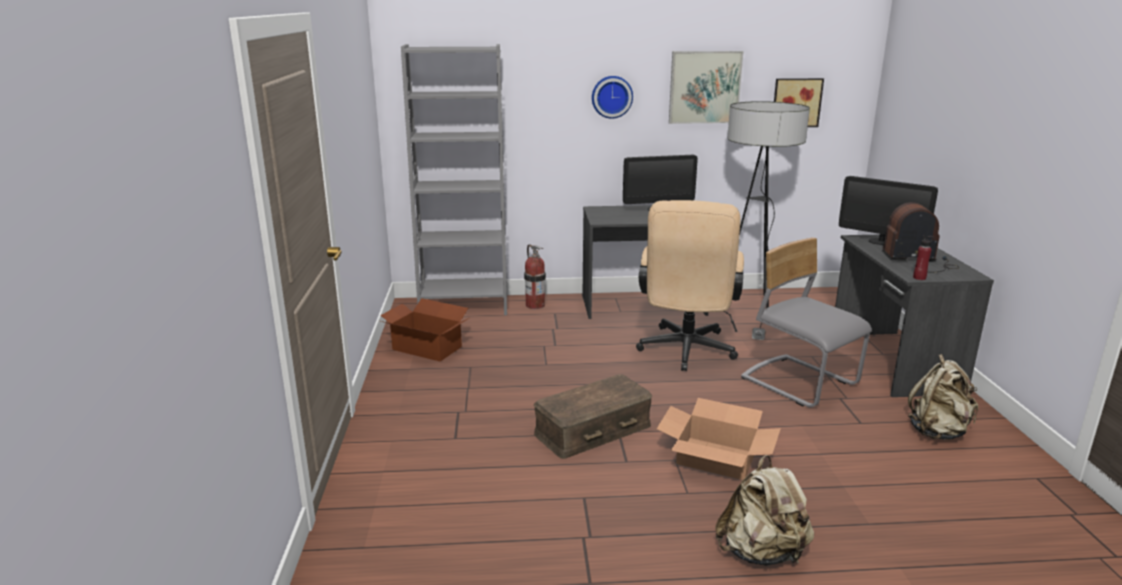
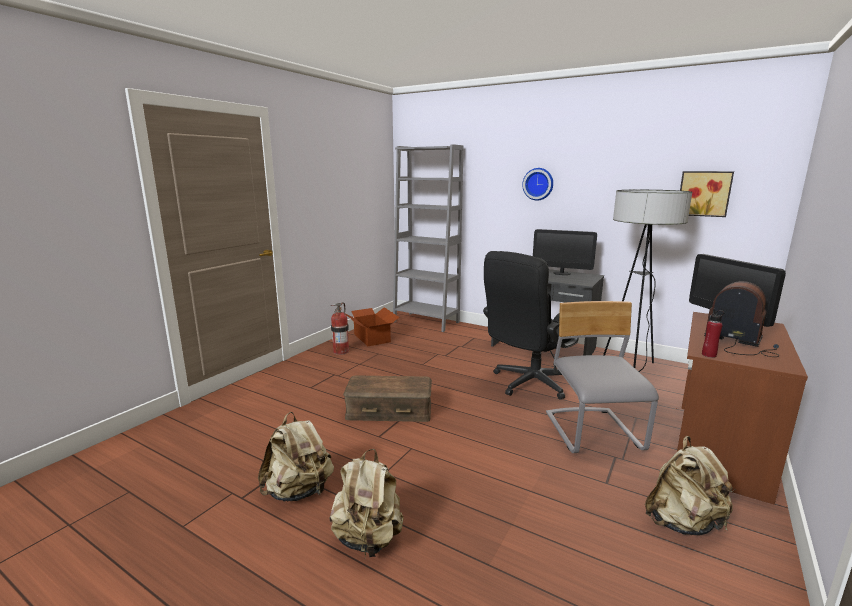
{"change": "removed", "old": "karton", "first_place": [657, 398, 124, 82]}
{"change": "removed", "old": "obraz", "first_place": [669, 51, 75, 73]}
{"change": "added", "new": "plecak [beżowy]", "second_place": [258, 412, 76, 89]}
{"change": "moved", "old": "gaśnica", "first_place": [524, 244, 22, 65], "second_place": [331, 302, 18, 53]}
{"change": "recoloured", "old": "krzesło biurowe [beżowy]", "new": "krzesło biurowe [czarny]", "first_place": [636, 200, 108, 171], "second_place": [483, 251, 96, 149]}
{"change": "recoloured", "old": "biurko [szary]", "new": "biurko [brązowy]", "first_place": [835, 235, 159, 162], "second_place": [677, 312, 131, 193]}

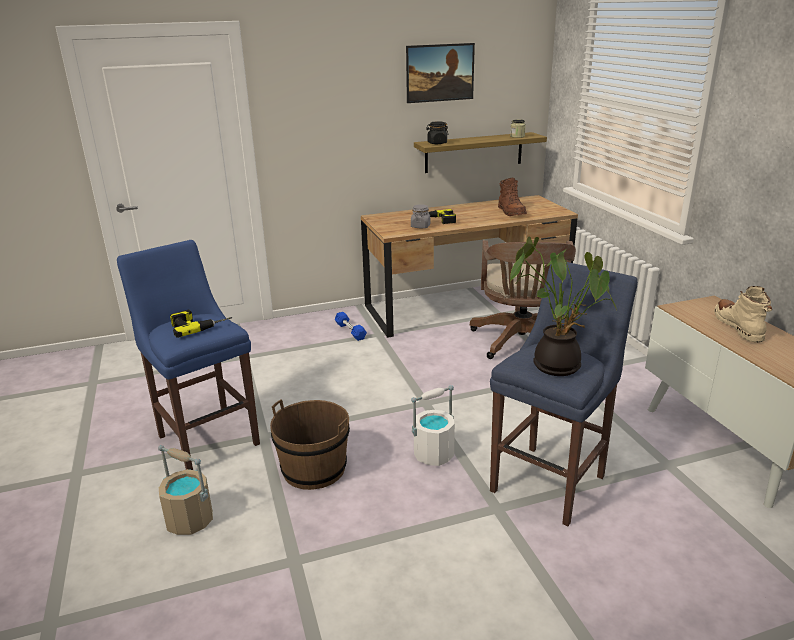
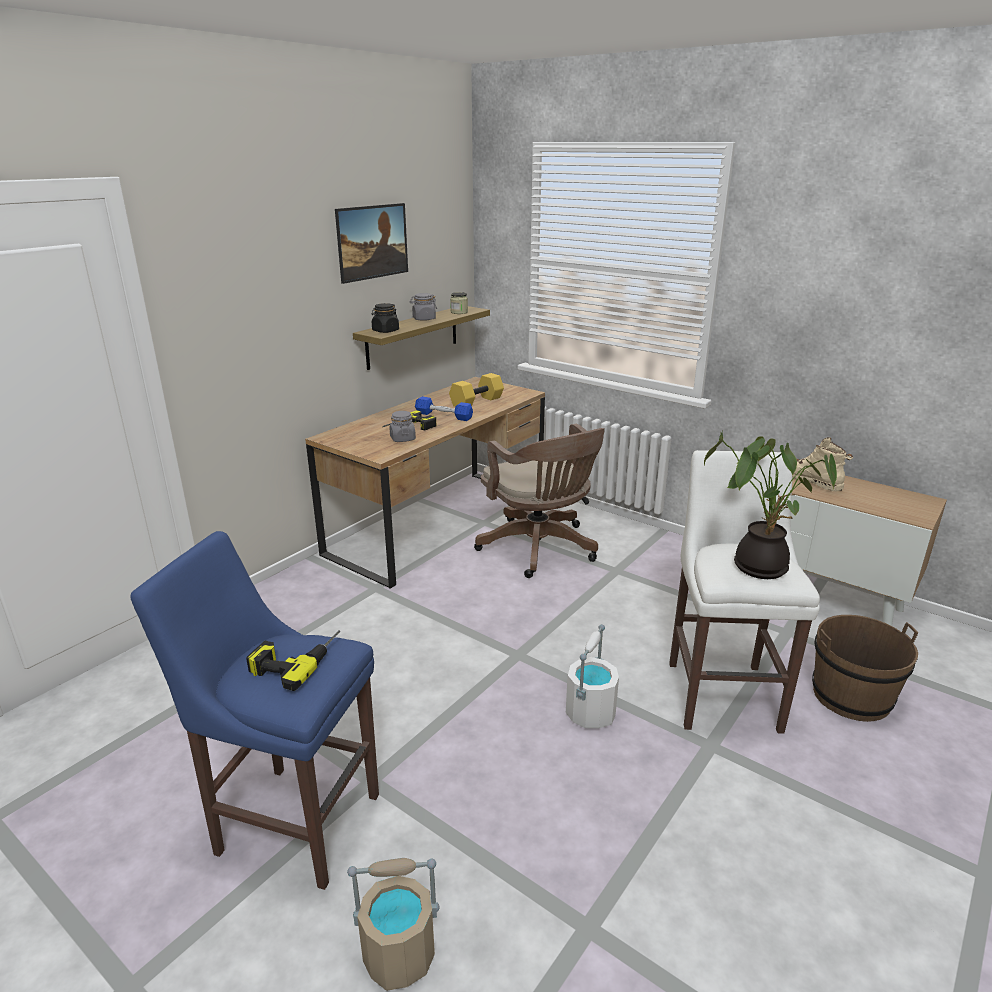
{"change": "added", "new": "słoik [szary]", "second_place": [410, 293, 27, 28]}
{"change": "moved", "old": "wiadro [brązowy]", "first_place": [270, 399, 80, 91], "second_place": [812, 615, 106, 107]}
{"change": "moved", "old": "hantel [niebieski]", "first_place": [335, 312, 32, 29], "second_place": [415, 397, 58, 24]}
{"change": "replaced", "old": "but z cholewką [brązowy]", "new": "hantel [żółty]", "first_place": [498, 178, 29, 38], "second_place": [449, 373, 55, 34]}
{"change": "recoloured", "old": "stołek [niebieski]", "new": "stołek [biały]", "first_place": [490, 262, 148, 265], "second_place": [669, 450, 151, 284]}

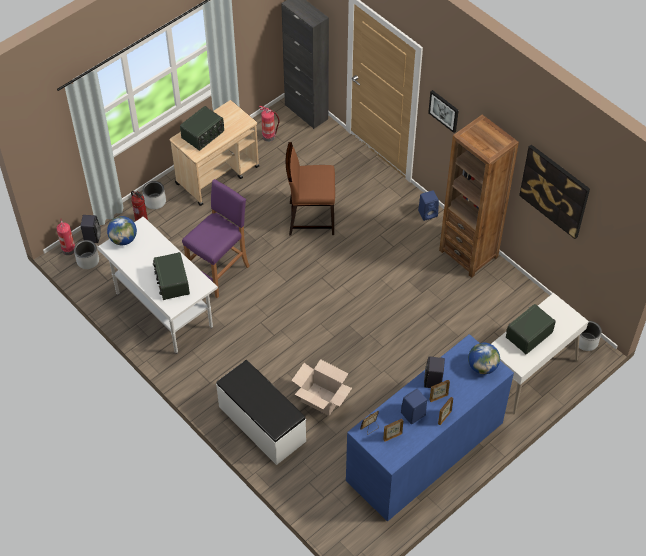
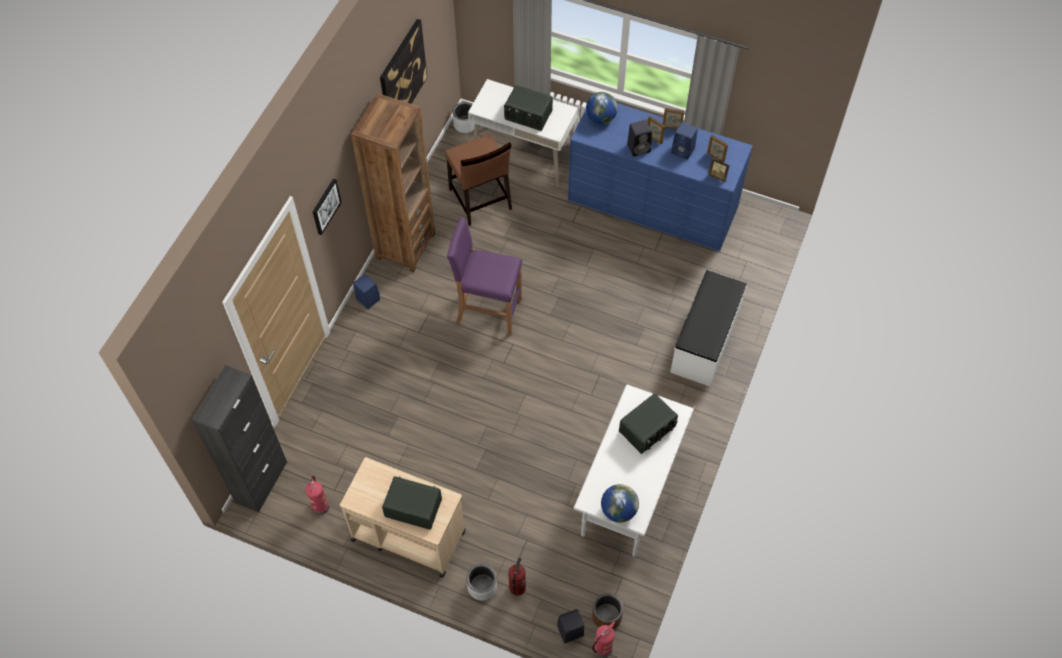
{"change": "removed", "old": "karton", "first_place": [291, 359, 61, 57]}
{"change": "moved", "old": "stołek [fioletowy]", "first_place": [182, 179, 68, 119], "second_place": [447, 217, 75, 119]}
{"change": "moved", "old": "krzesło [brązowy]", "first_place": [286, 142, 49, 93], "second_place": [445, 134, 67, 92]}
{"change": "recoloured", "old": "donica [szary]", "new": "donica [brązowy]", "first_place": [74, 240, 25, 29], "second_place": [592, 594, 31, 35]}

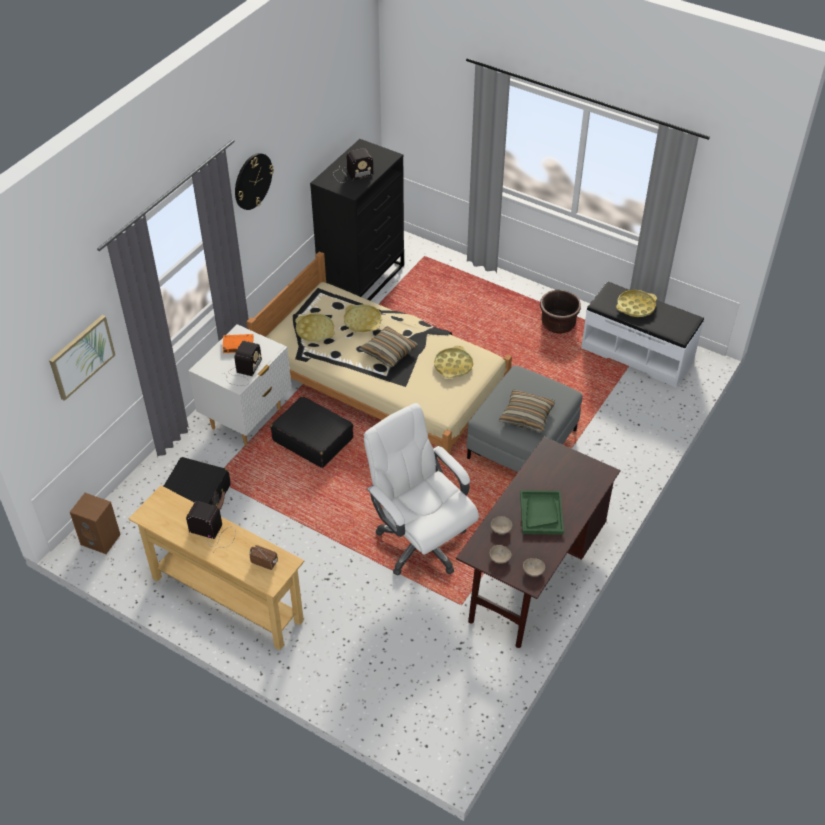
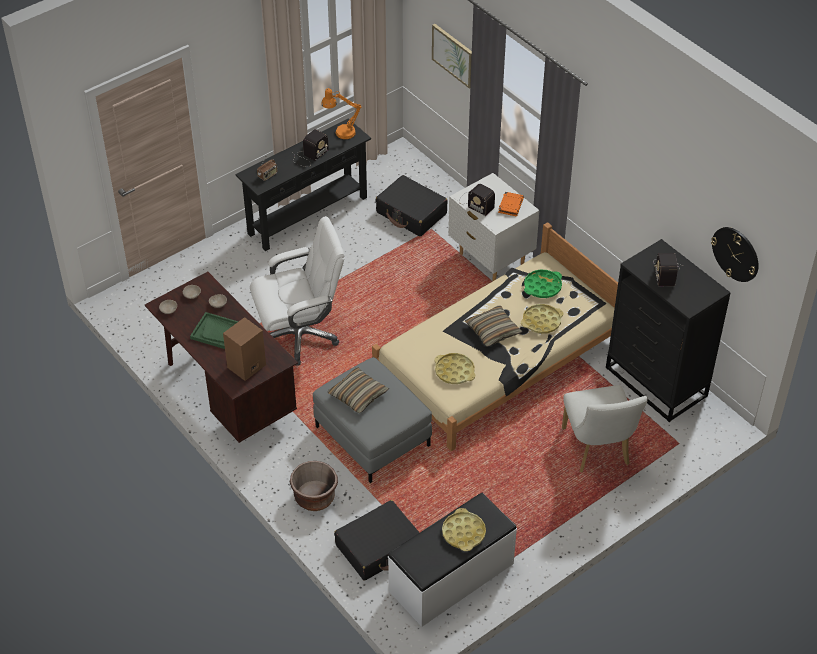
{"change": "added", "new": "lampa stołowa [pomarańczowy]", "second_place": [321, 88, 41, 51]}
{"change": "added", "new": "krzesło [biały]", "second_place": [562, 385, 86, 88]}
{"change": "moved", "old": "głośnik [brązowy]", "first_place": [70, 493, 51, 61], "second_place": [223, 317, 43, 64]}
{"change": "moved", "old": "zegar ścienny", "first_place": [235, 153, 39, 57], "second_place": [711, 227, 48, 55]}
{"change": "moved", "old": "walizka [czarny]", "first_place": [271, 396, 82, 72], "second_place": [334, 500, 86, 80]}
{"change": "moved", "old": "donica [brązowy]", "first_place": [540, 290, 41, 44], "second_place": [290, 461, 48, 50]}
{"change": "recoloured", "old": "stolik konsolowy [beżowy]", "new": "stolik konsolowy [czarny]", "first_place": [128, 485, 176, 165], "second_place": [235, 119, 136, 132]}
{"change": "recoloured", "old": "taca [żółty]", "new": "taca [zielony]", "first_place": [295, 313, 40, 29], "second_place": [524, 270, 38, 28]}

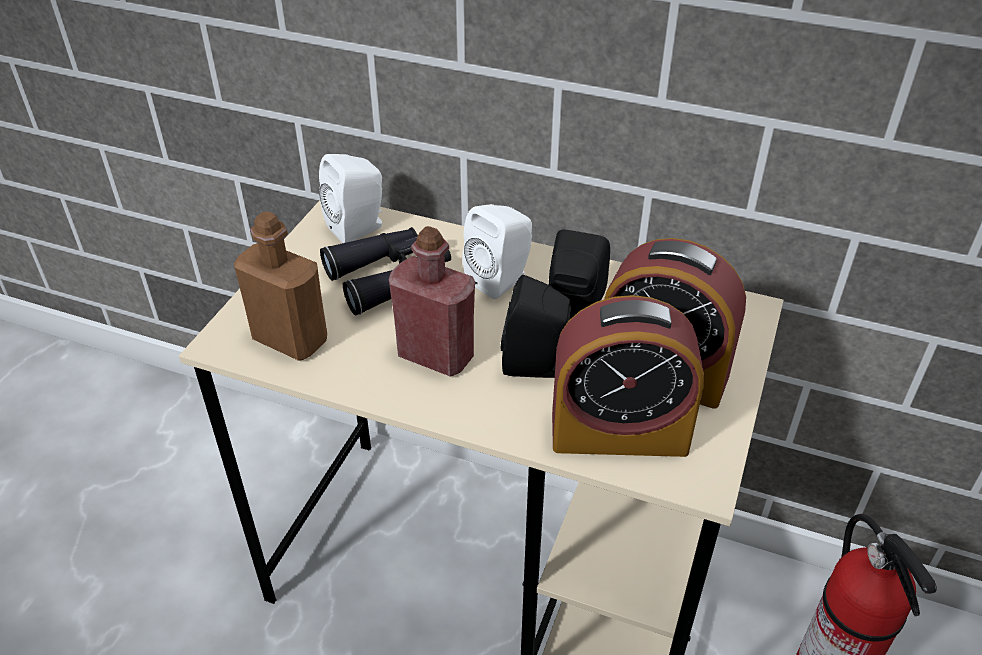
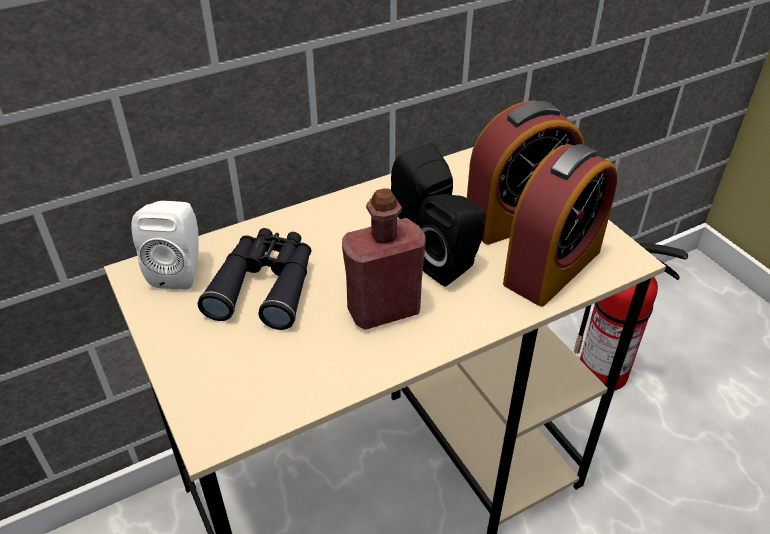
{"change": "removed", "old": "butelka [brązowy]", "first_place": [234, 212, 93, 149]}
{"change": "removed", "old": "głośnik [biały]", "first_place": [462, 204, 70, 95]}

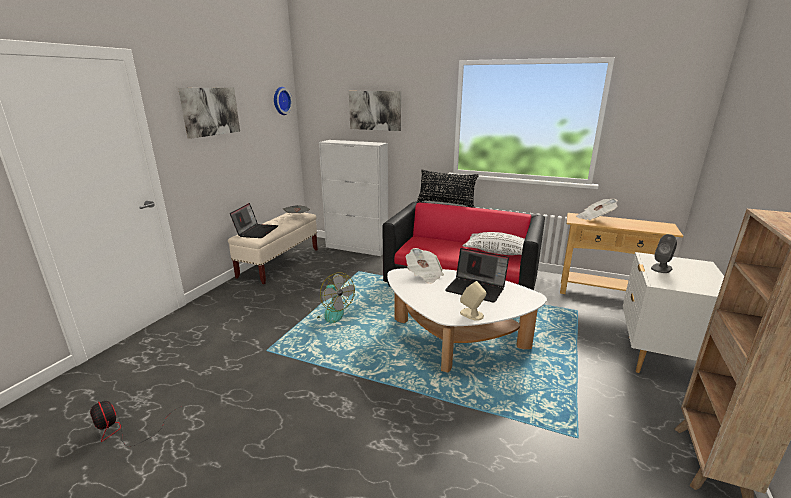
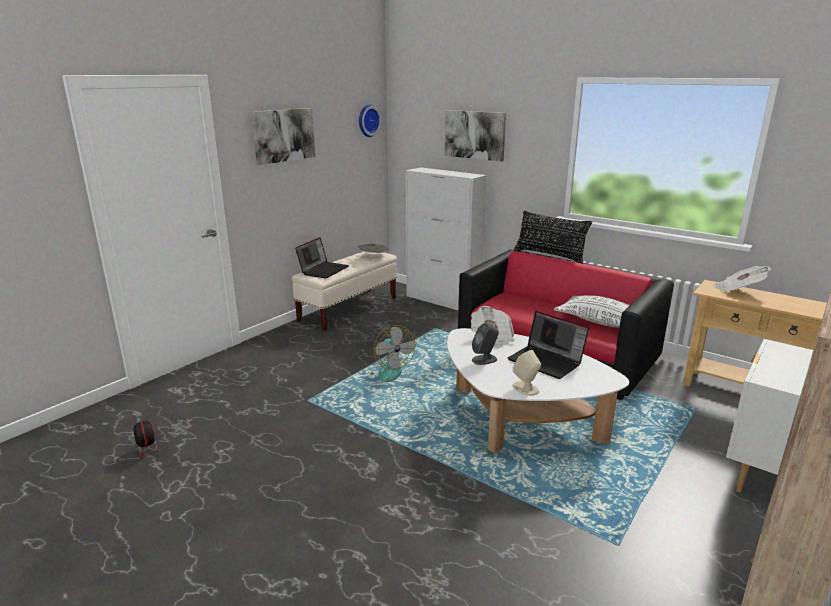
{"change": "moved", "old": "głośnik [szary]", "first_place": [651, 234, 26, 39], "second_place": [472, 323, 27, 42]}

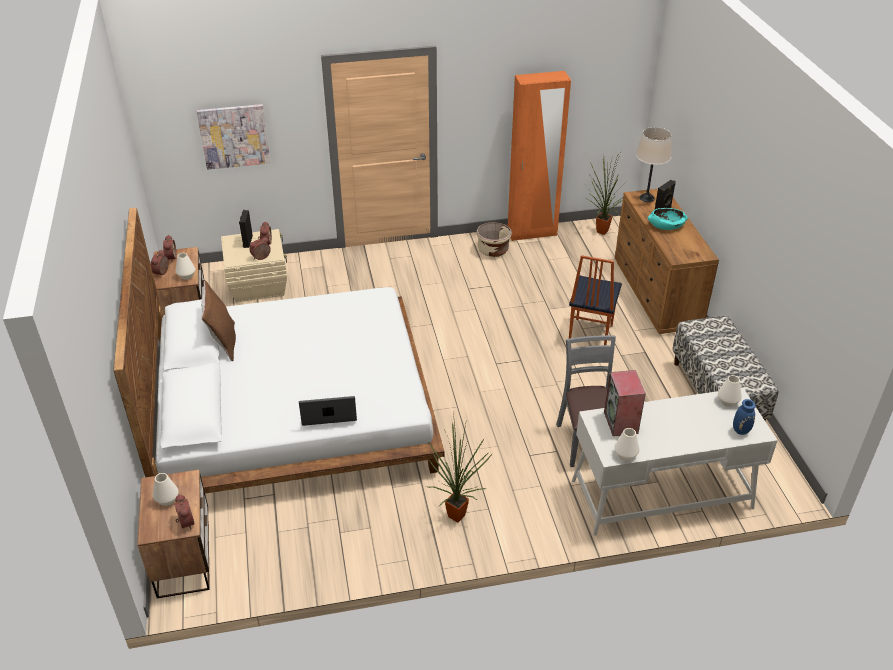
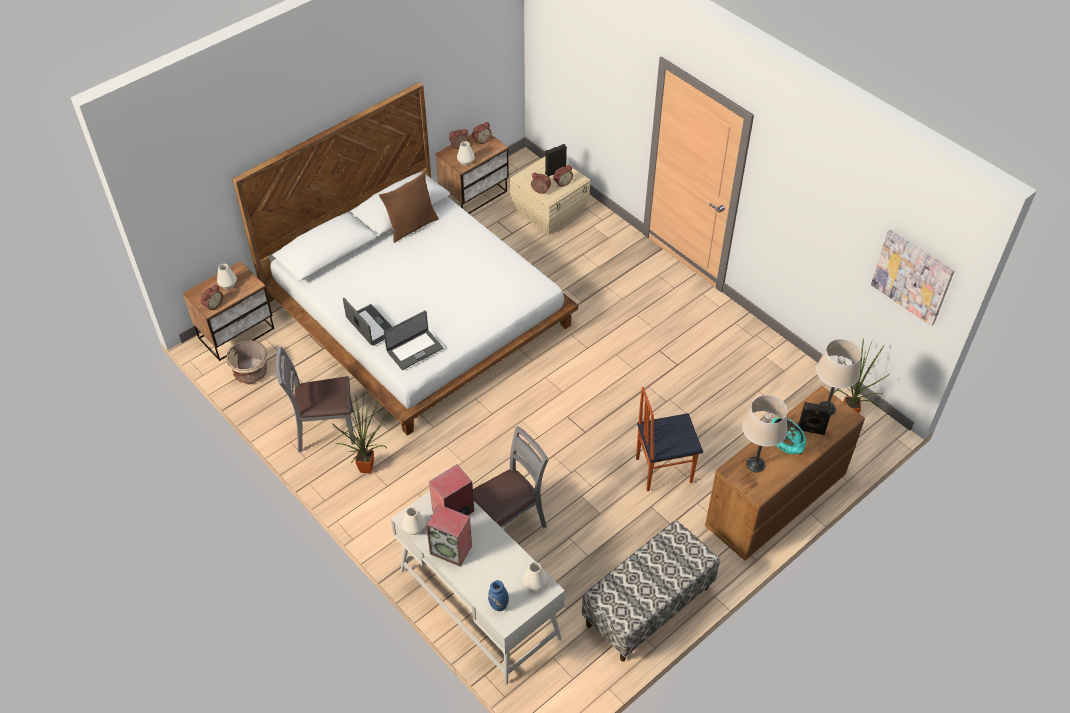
{"change": "removed", "old": "szafa [pomarańczowy]", "first_place": [508, 71, 63, 170]}
{"change": "added", "new": "krzesło [szary]", "second_place": [276, 346, 79, 106]}
{"change": "added", "new": "laptop", "second_place": [384, 311, 59, 59]}
{"change": "added", "new": "głośnik", "second_place": [426, 504, 46, 63]}
{"change": "added", "new": "lampa stołowa [beżowy]", "second_place": [742, 395, 46, 77]}
{"change": "moved", "old": "obraz", "first_place": [197, 104, 74, 66], "second_place": [871, 230, 83, 96]}
{"change": "moved", "old": "donica [beżowy]", "first_place": [476, 222, 36, 35], "second_place": [226, 340, 41, 44]}

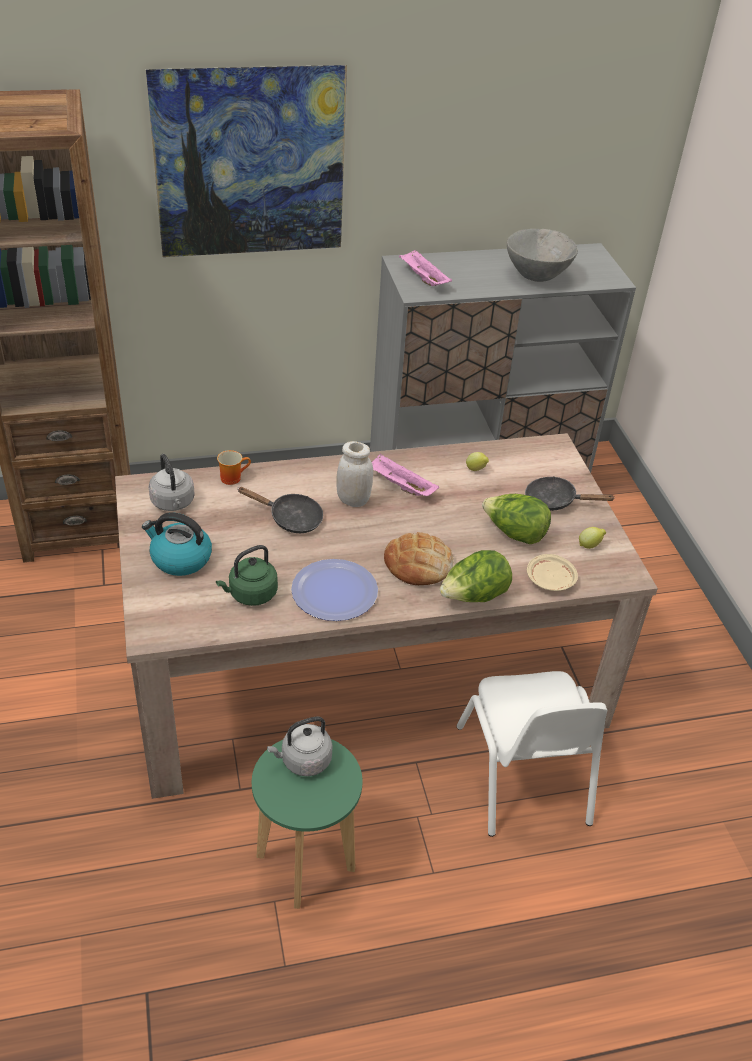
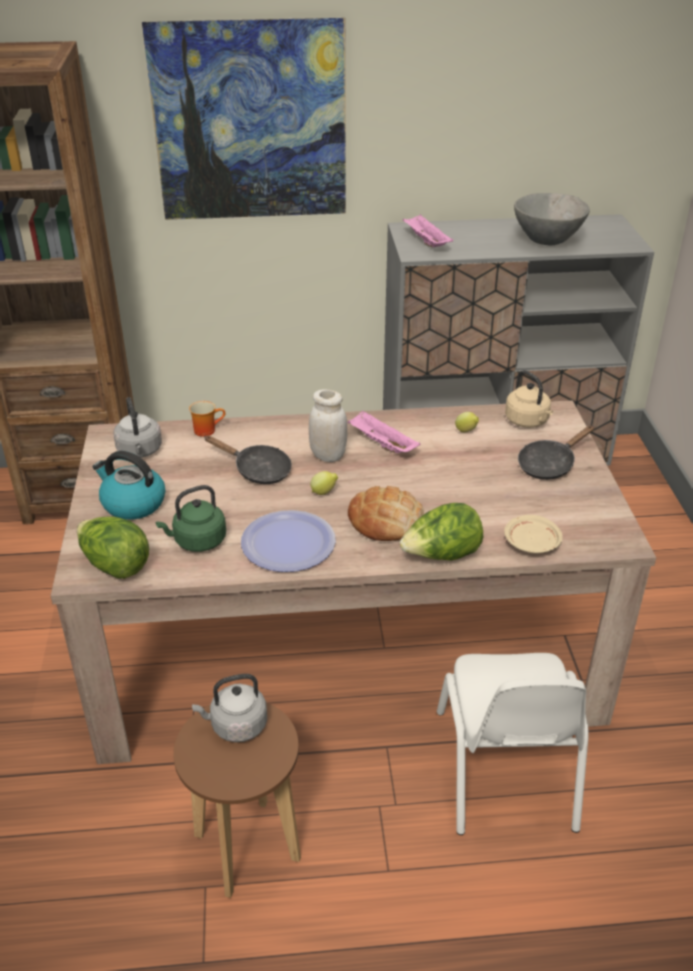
{"change": "added", "new": "czajnik [beżowy]", "second_place": [505, 370, 48, 58]}
{"change": "moved", "old": "sałata", "first_place": [482, 494, 69, 50], "second_place": [77, 516, 72, 63]}
{"change": "moved", "old": "cytryna", "first_place": [579, 527, 27, 22], "second_place": [310, 471, 28, 24]}
{"change": "recoloured", "old": "stołek [zielony]", "new": "stołek [brązowy]", "first_place": [252, 739, 111, 170], "second_place": [173, 702, 128, 196]}
{"change": "turned", "old": "patelnia [czarny]", "first_place": [525, 476, 90, 35], "second_place": [518, 425, 76, 55], "degrees": -60}

